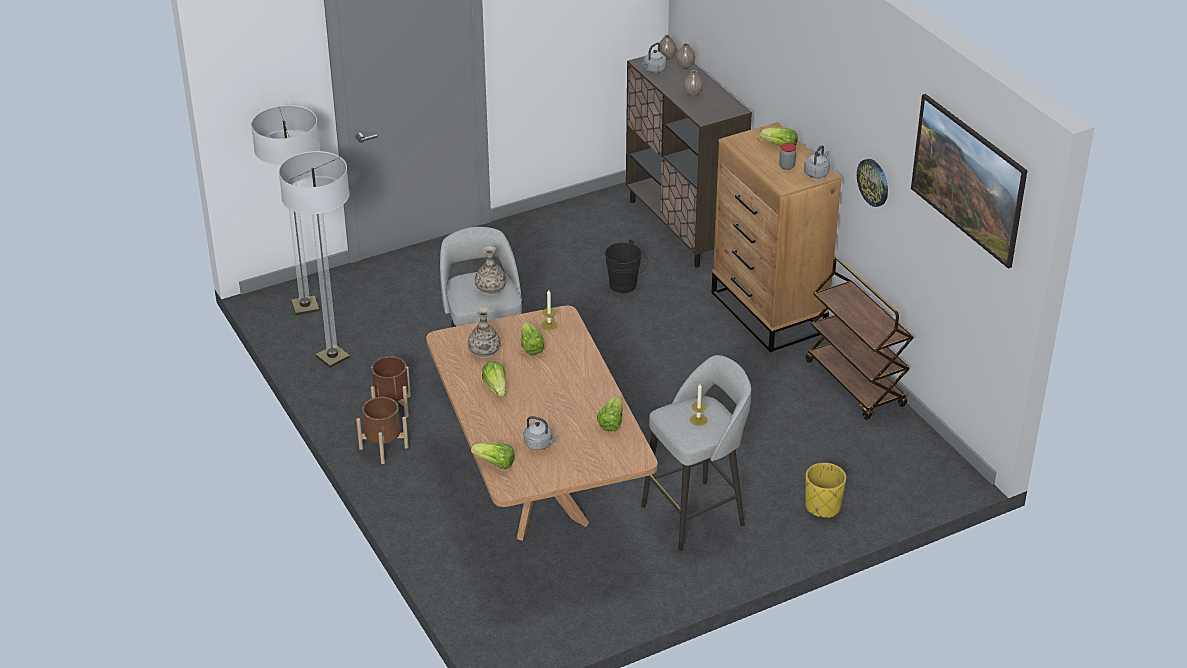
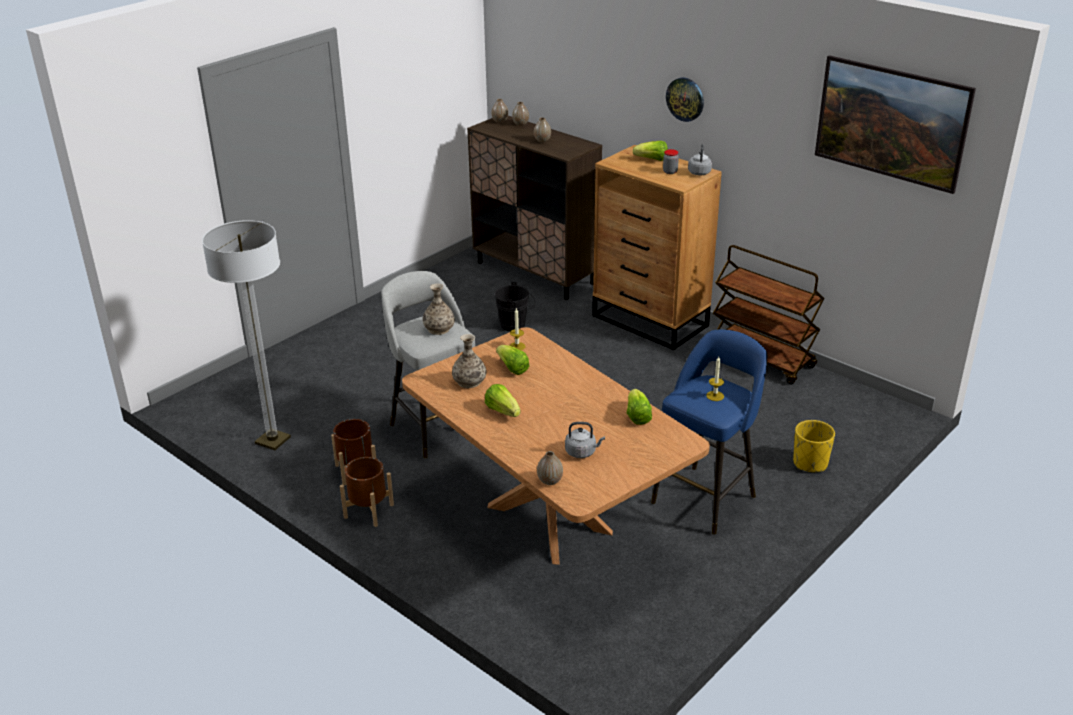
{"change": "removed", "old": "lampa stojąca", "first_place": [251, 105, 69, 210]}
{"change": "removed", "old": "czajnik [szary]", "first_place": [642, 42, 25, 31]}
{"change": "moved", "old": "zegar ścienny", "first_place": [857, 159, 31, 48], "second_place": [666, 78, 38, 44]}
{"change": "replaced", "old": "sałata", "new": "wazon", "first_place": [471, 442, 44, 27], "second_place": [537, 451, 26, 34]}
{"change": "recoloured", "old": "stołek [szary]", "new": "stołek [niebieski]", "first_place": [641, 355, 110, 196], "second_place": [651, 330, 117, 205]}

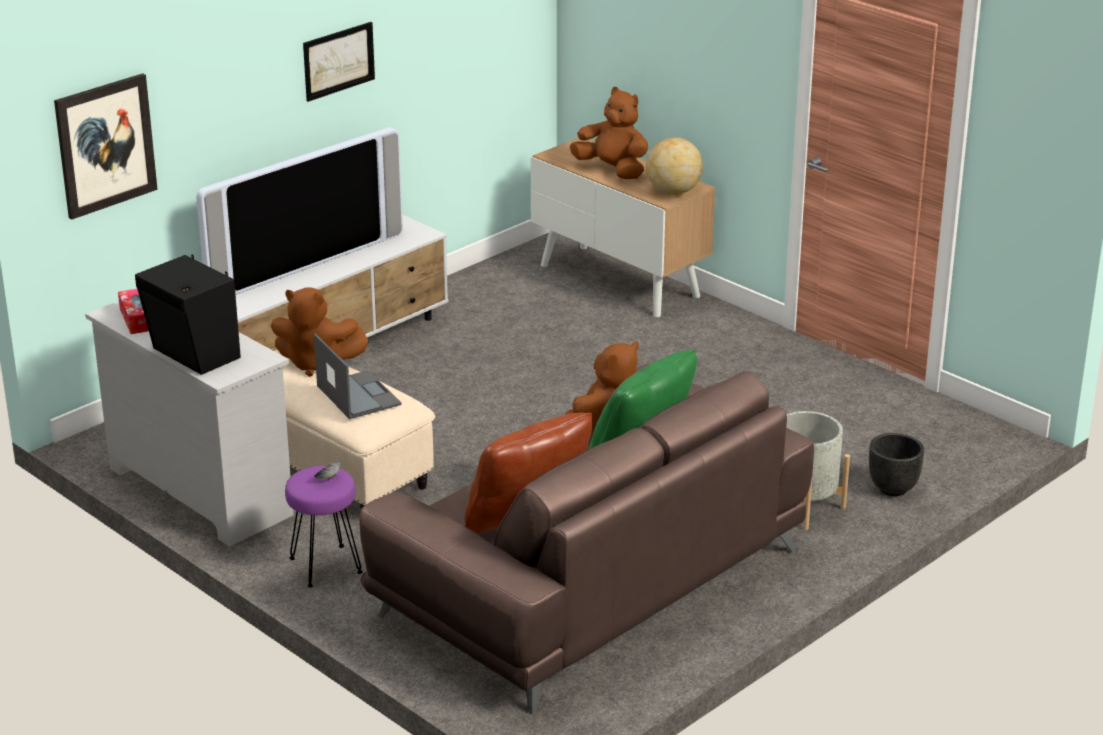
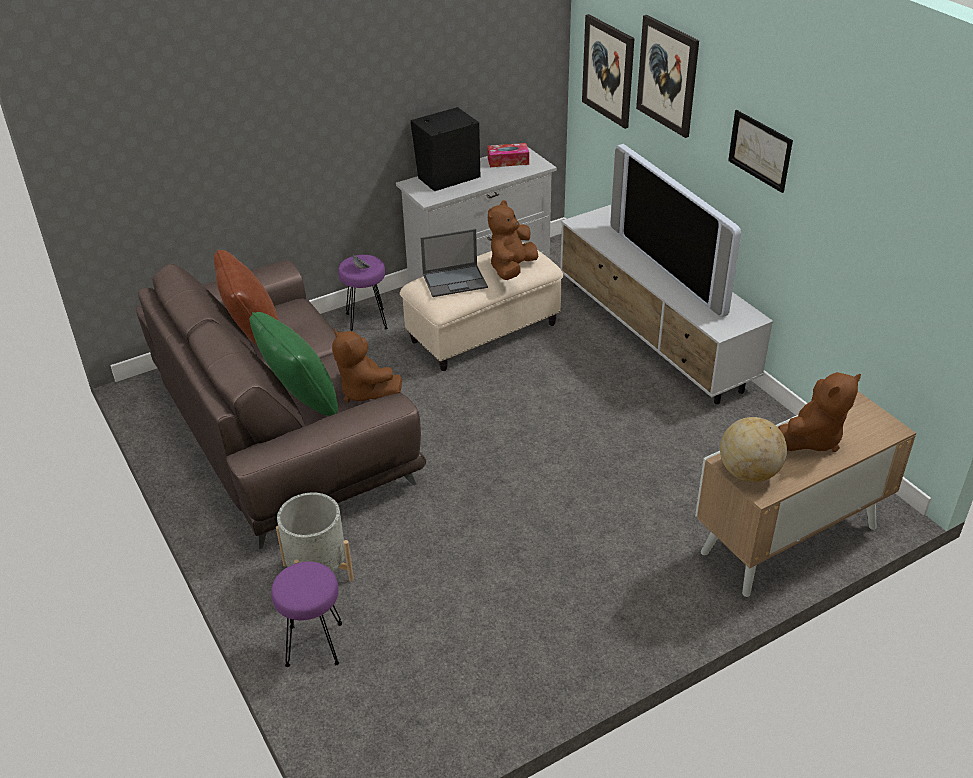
{"change": "added", "new": "obraz", "second_place": [636, 15, 63, 123]}
{"change": "replaced", "old": "donica [czarny]", "new": "stołek [fioletowy]", "first_place": [869, 433, 55, 63], "second_place": [271, 562, 71, 105]}

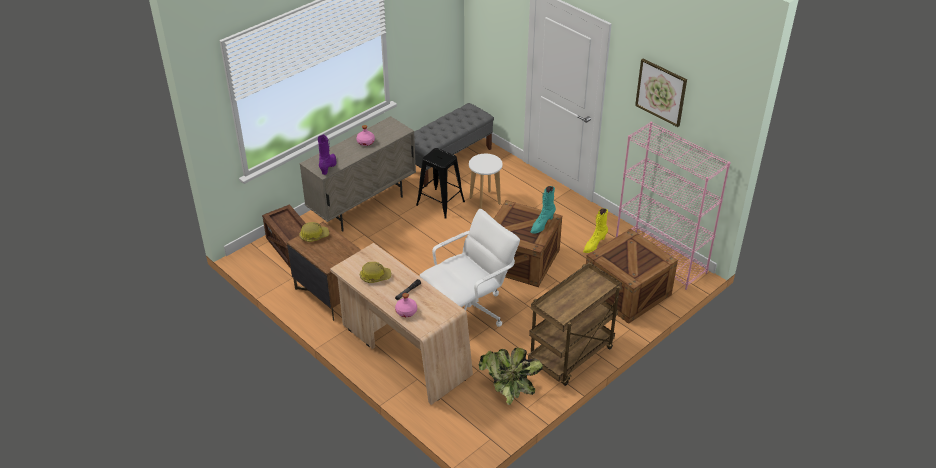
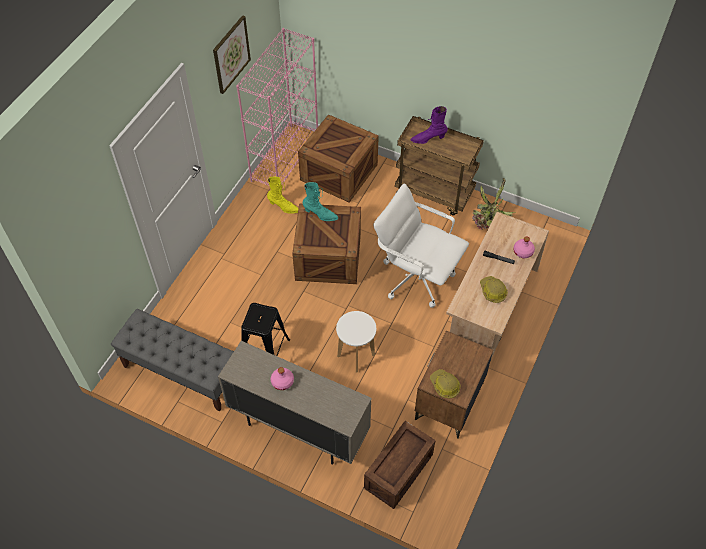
{"change": "moved", "old": "but z cholewką [fioletowy]", "first_place": [318, 134, 18, 41], "second_place": [410, 106, 38, 38]}
{"change": "moved", "old": "stołek [biały]", "first_place": [469, 154, 34, 55], "second_place": [336, 311, 40, 61]}

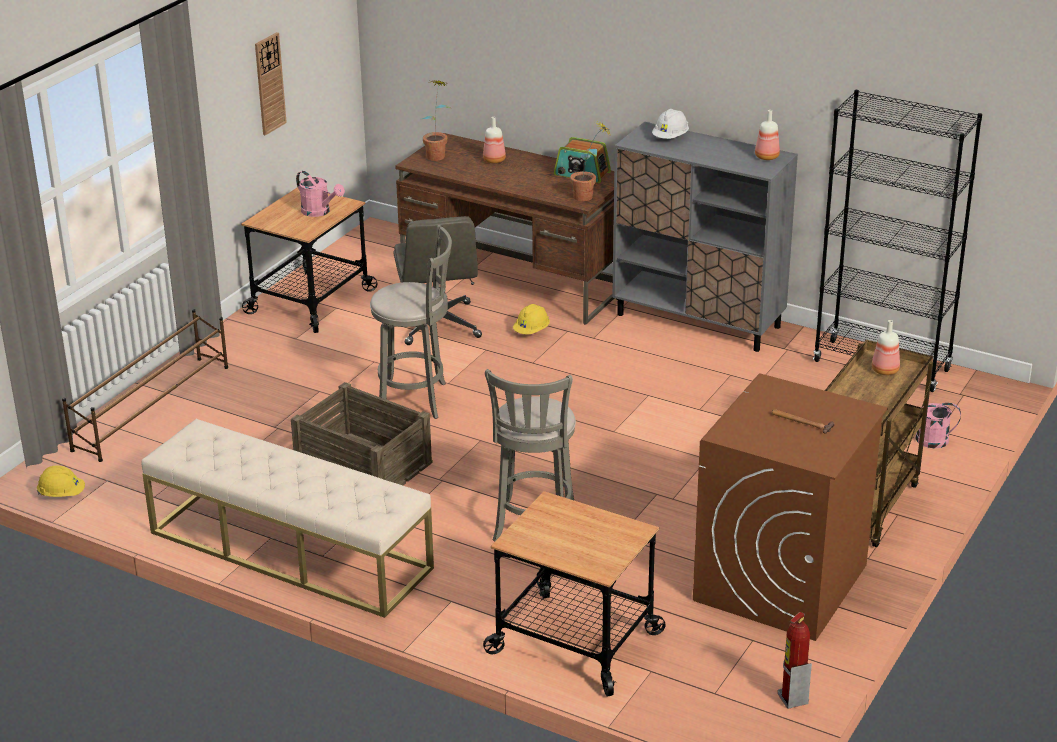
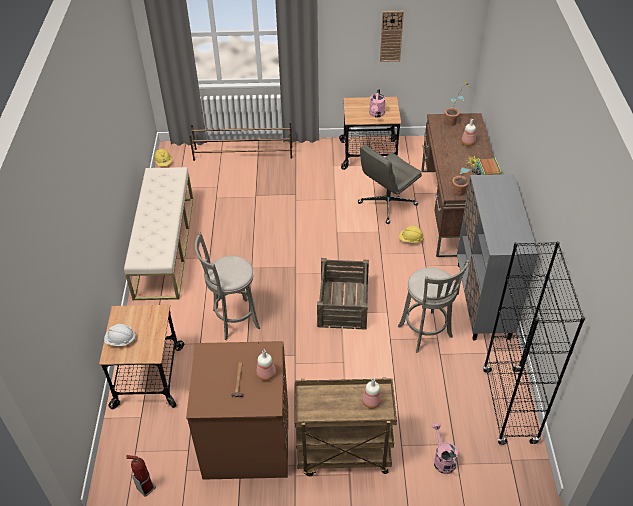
{"change": "moved", "old": "skrzynka", "first_place": [291, 382, 142, 103], "second_place": [317, 258, 52, 72]}
{"change": "moved", "old": "stołek [szary]", "first_place": [370, 225, 82, 194], "second_place": [398, 260, 71, 93]}
{"change": "moved", "old": "kask [biały]", "first_place": [652, 109, 37, 30], "second_place": [104, 324, 32, 22]}
{"change": "moved", "old": "butelka", "first_place": [755, 110, 25, 50], "second_place": [256, 350, 20, 31]}

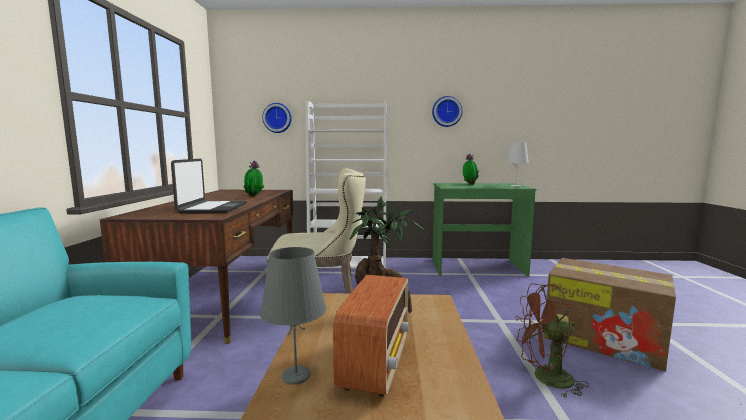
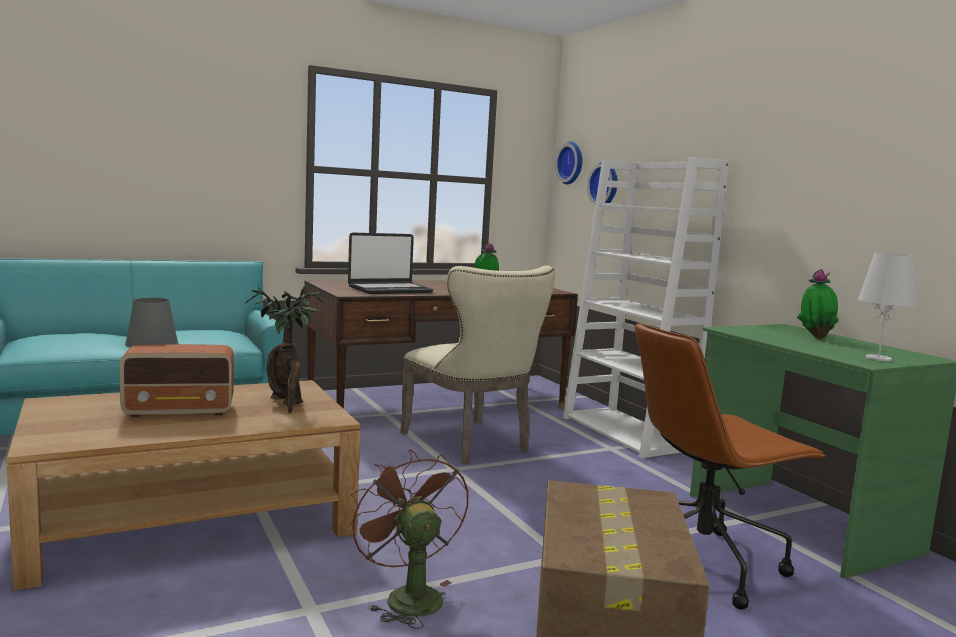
{"change": "added", "new": "krzesło biurowe [brązowy]", "second_place": [635, 322, 191, 288]}
{"change": "moved", "old": "zegar ścienny", "first_place": [432, 96, 31, 31], "second_place": [555, 141, 27, 44]}

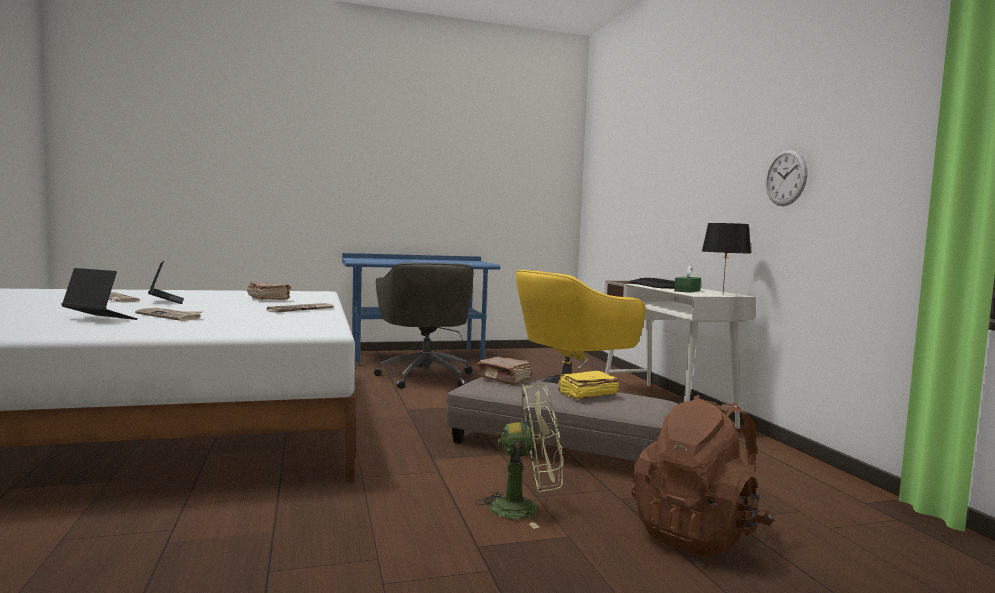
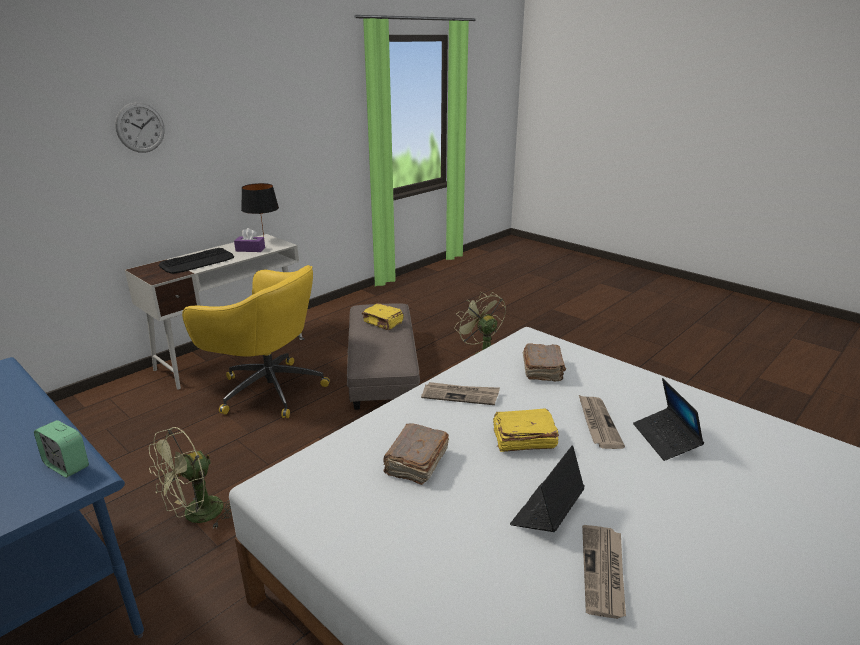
{"change": "removed", "old": "plecak [brązowy]", "first_place": [632, 395, 142, 161]}
{"change": "added", "new": "budzik", "second_place": [34, 420, 55, 58]}
{"change": "added", "new": "książka [żółty]", "second_place": [493, 409, 66, 43]}
{"change": "moved", "old": "książka [brązowy]", "first_place": [476, 357, 56, 28], "second_place": [523, 343, 43, 38]}
{"change": "moved", "old": "zegar ścienny", "first_place": [766, 149, 41, 57], "second_place": [115, 103, 50, 50]}
{"change": "replaced", "old": "krzesło biurowe [szary]", "new": "wentylator [zielony]", "first_place": [374, 263, 100, 126], "second_place": [149, 427, 82, 102]}
{"change": "recoloured", "old": "pudełko chusteczek [zielony]", "new": "pudełko chusteczek [fioletowy]", "first_place": [674, 265, 27, 28], "second_place": [234, 228, 31, 24]}

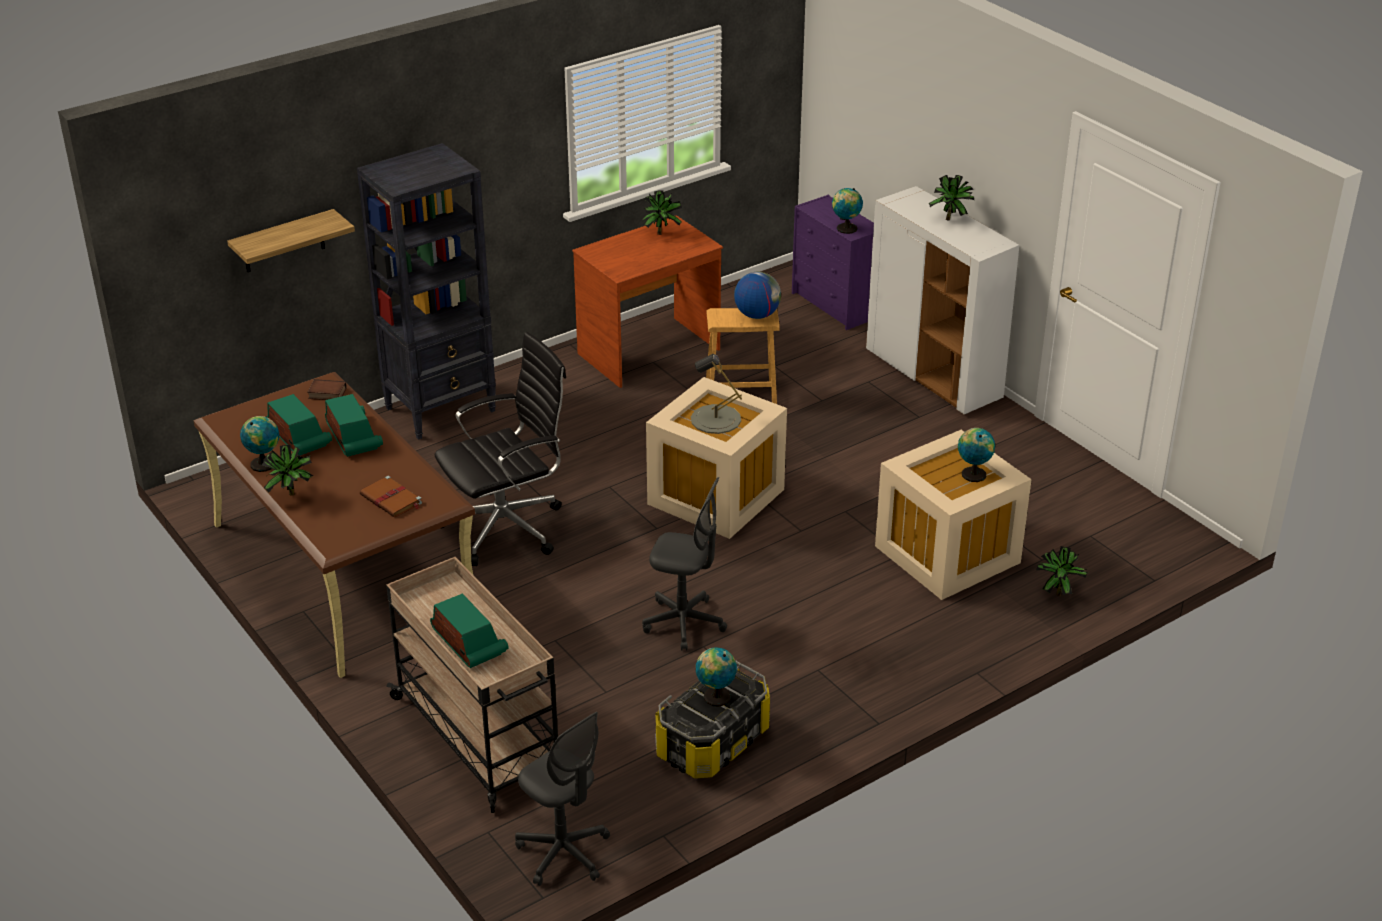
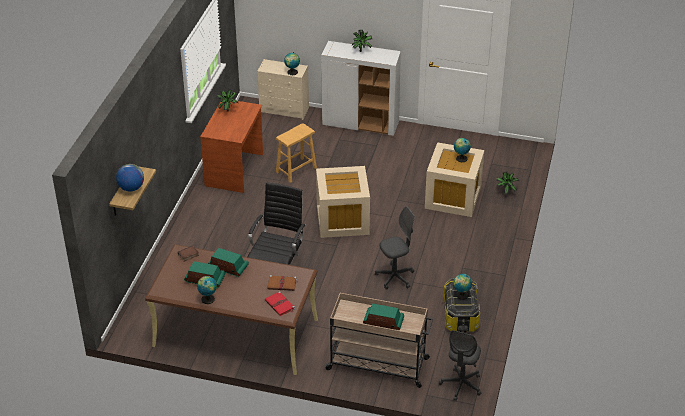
{"change": "removed", "old": "roślina doniczkowa", "first_place": [262, 445, 51, 51]}
{"change": "removed", "old": "regał [czarny]", "first_place": [357, 143, 139, 297]}
{"change": "removed", "old": "lampa stołowa [szary]", "first_place": [691, 354, 51, 80]}
{"change": "added", "new": "książka [czerwony]", "second_place": [265, 291, 30, 25]}
{"change": "moved", "old": "globus", "first_place": [734, 272, 47, 47], "second_place": [116, 164, 28, 28]}
{"change": "recoloured", "old": "komoda [fioletowy]", "new": "komoda [beżowy]", "first_place": [792, 195, 82, 135], "second_place": [257, 59, 52, 61]}
{"change": "turned", "old": "krzesło biurowe [szary]", "first_place": [515, 712, 95, 174], "second_place": [439, 330, 42, 71], "degrees": 105}

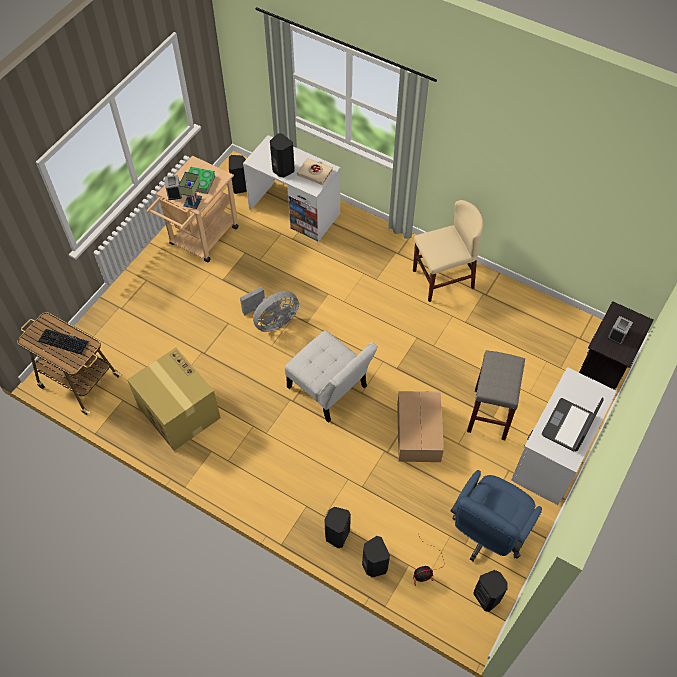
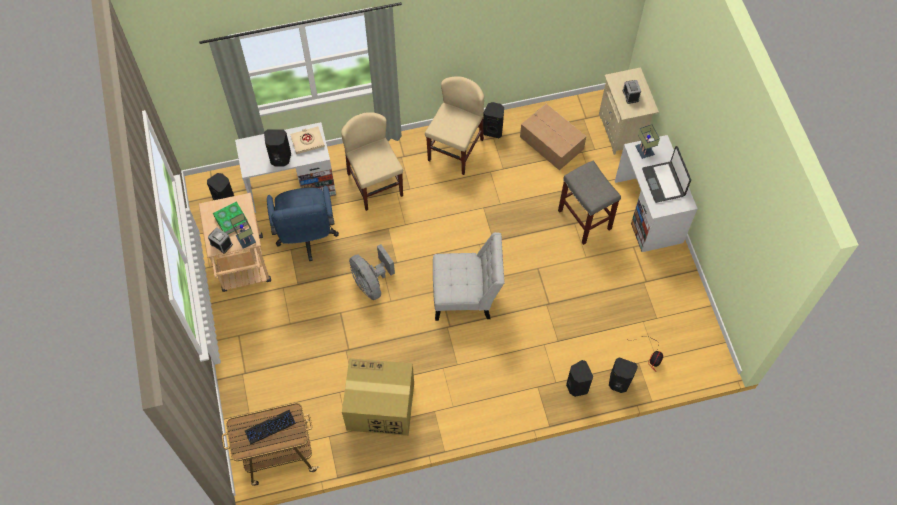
{"change": "added", "new": "krzesło [beżowy]", "second_place": [341, 112, 62, 99]}
{"change": "added", "new": "lampa stołowa", "second_place": [635, 125, 25, 34]}
{"change": "moved", "old": "karton", "first_place": [397, 391, 47, 71], "second_place": [520, 104, 66, 66]}
{"change": "moved", "old": "krzesło biurowe [niebieski]", "first_place": [451, 470, 91, 91], "second_place": [267, 186, 72, 75]}
{"change": "moved", "old": "głośnik [czarny]", "first_place": [473, 570, 34, 42], "second_place": [483, 102, 21, 36]}
{"change": "recoloured", "old": "szafka nocna [czarny]", "new": "szafka nocna [beżowy]", "first_place": [579, 301, 74, 89], "second_place": [599, 67, 60, 88]}
{"change": "turned", "old": "wentylator [szary]", "first_place": [240, 287, 59, 45], "second_place": [349, 244, 46, 56], "degrees": 135}

